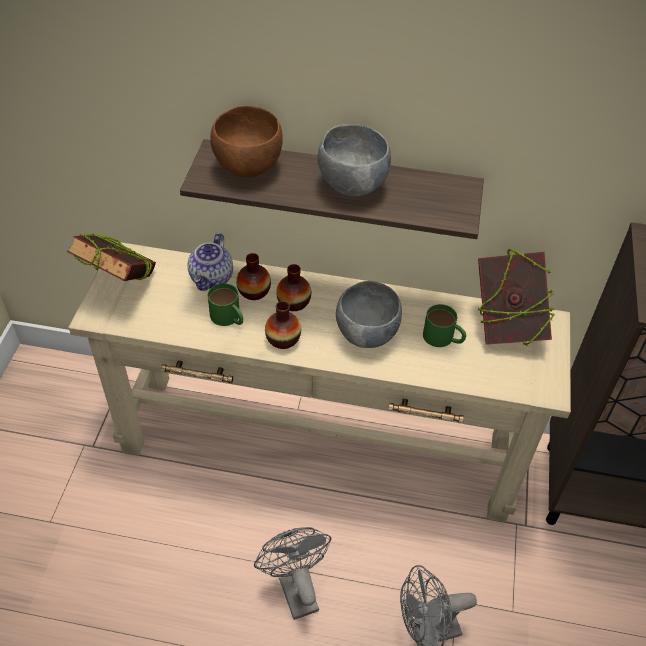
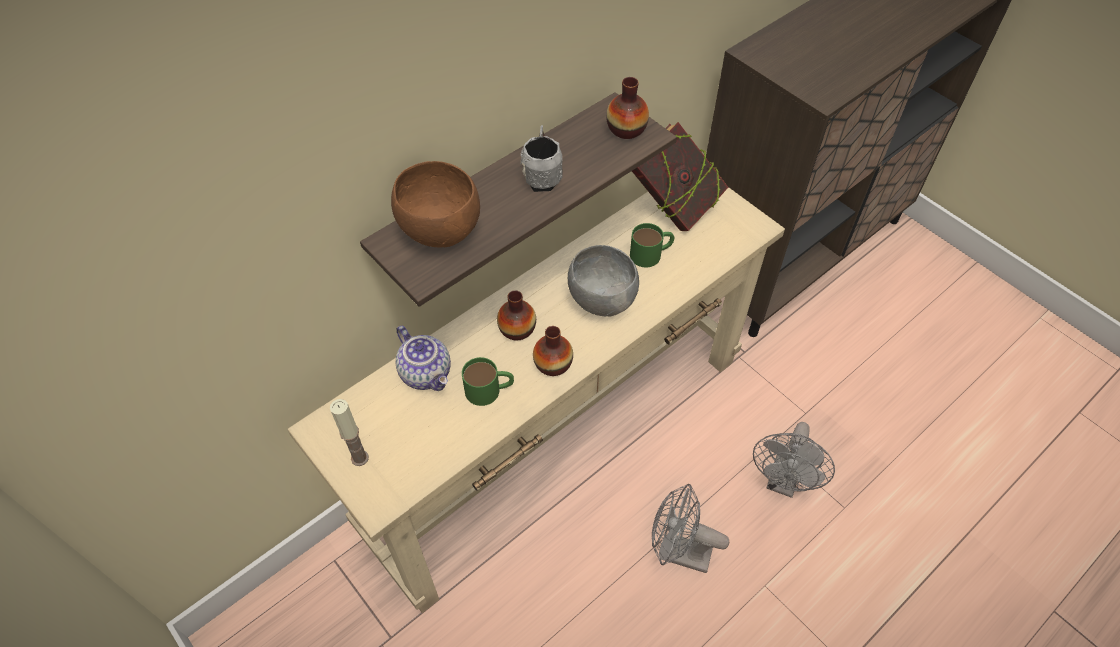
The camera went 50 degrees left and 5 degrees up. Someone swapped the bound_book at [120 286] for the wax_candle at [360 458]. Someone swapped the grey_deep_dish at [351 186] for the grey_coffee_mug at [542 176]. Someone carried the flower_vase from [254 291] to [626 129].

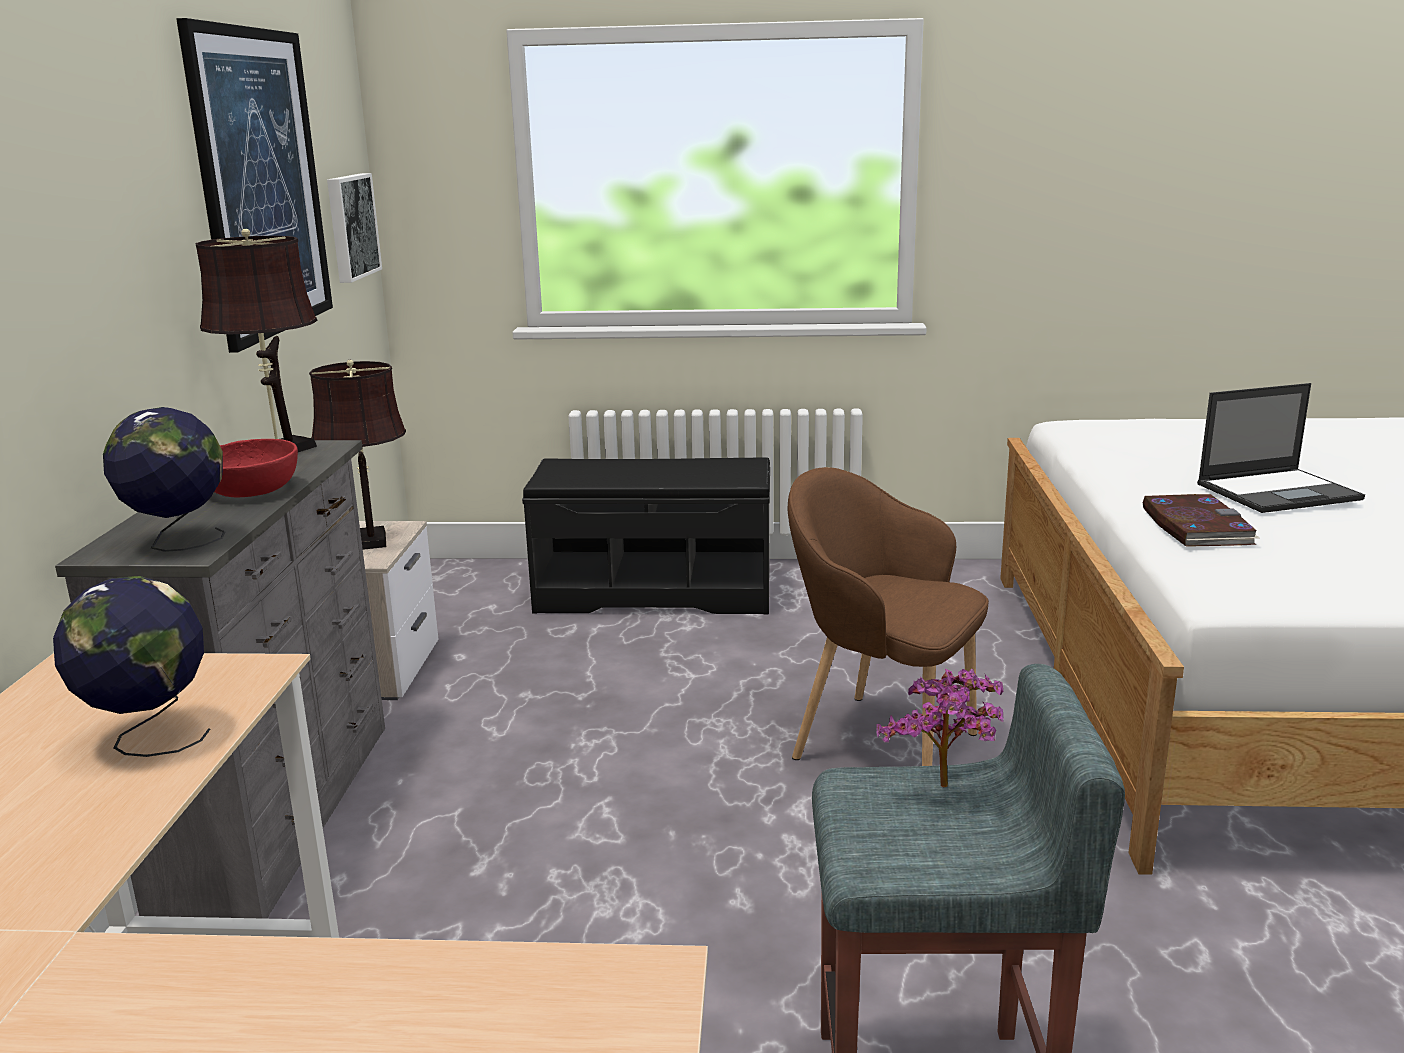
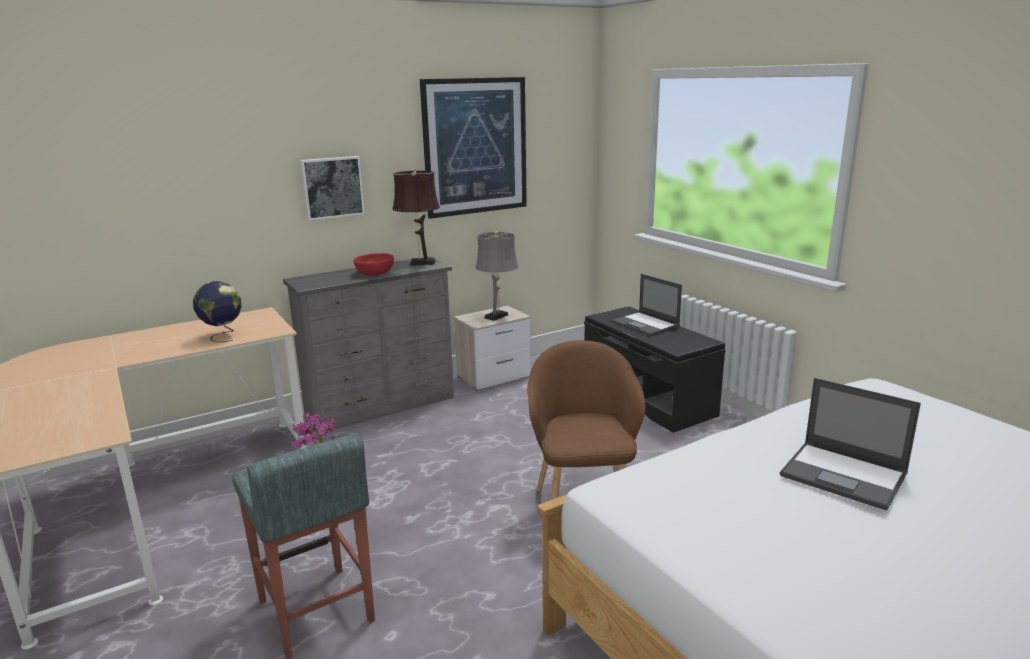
The camera went 55 degrees right and 0 degrees up. Someone carried the picture from [350 226] to [332 187]. Someone repainted the brown_table_lamp at [372 538], which became the grey_table_lamp at [498 316]. Someone put down the notebook_computer at [645 324]. Someone took away the desk_globe at [178 542]. Someone took away the bound_book at [1195 526].

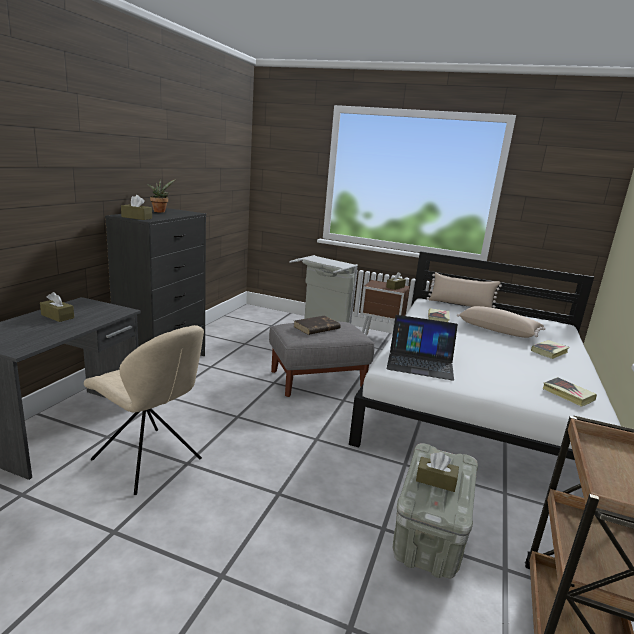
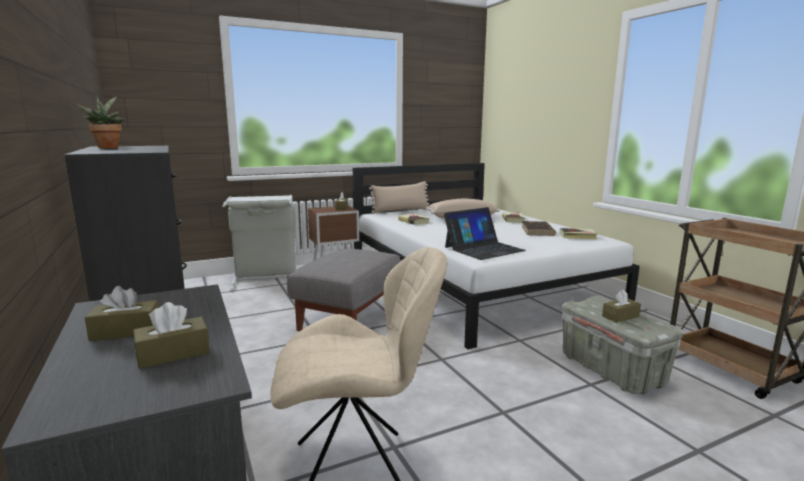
The camera went 45 degrees left and 5 degrees down. Someone carried the brown_box_of_tissues from [136 217] to [173 354]. Someone carried the brown_bound_book from [316 328] to [537 231].

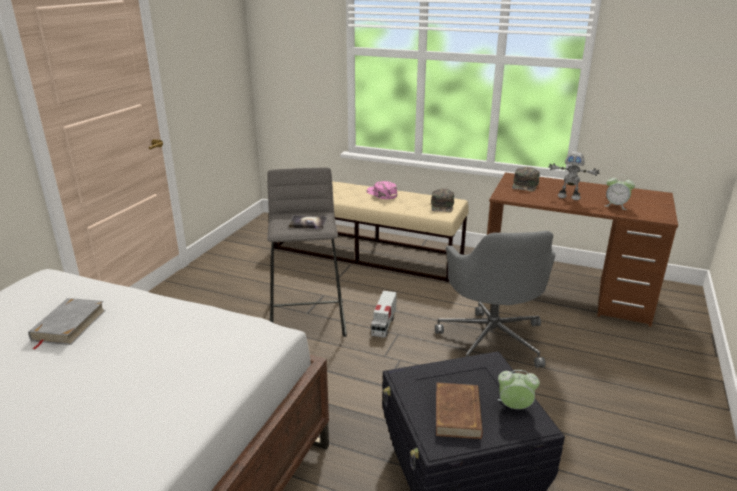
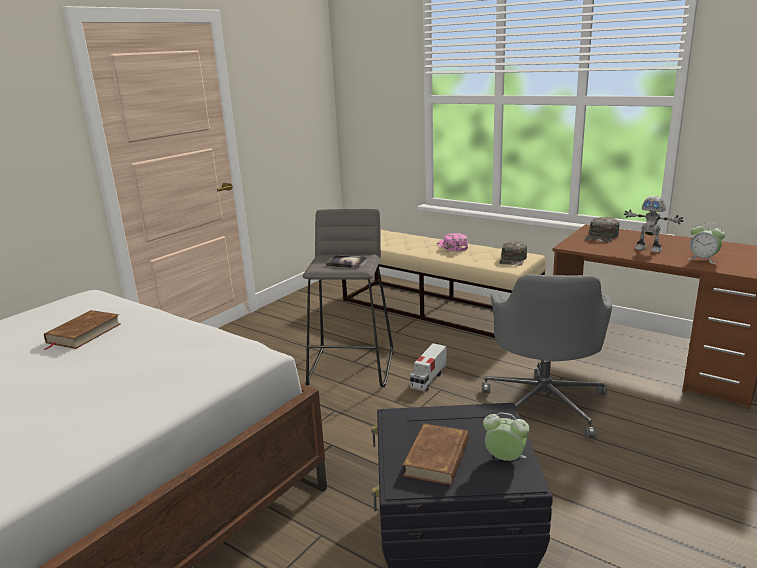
The camera went 15 degrees right and 5 degrees down. Someone repainted the grey_bound_book at [69 325], which became the brown_bound_book at [83 333].

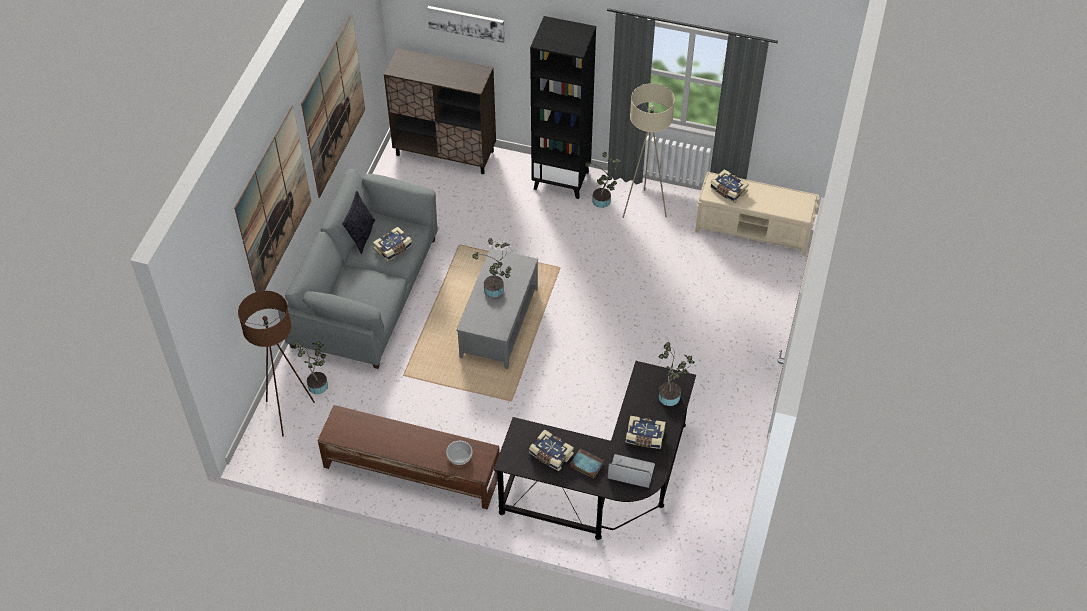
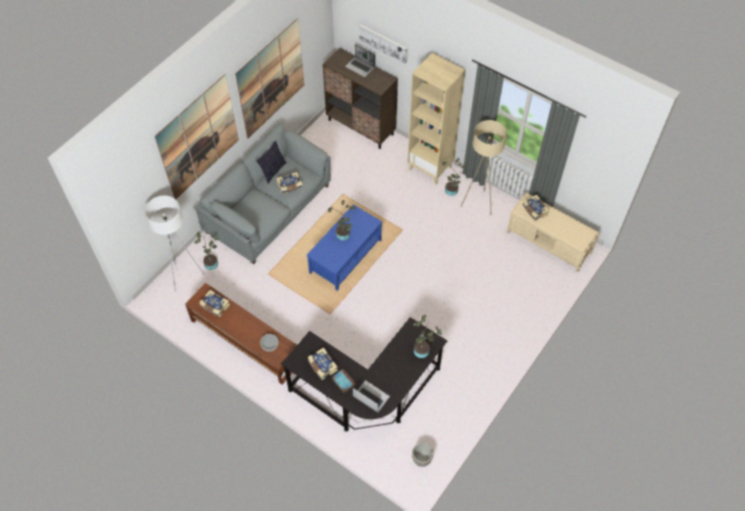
The camera went 20 degrees right and 5 degrees up. Someone repainted the brown_floor_lamp at [288 413], which became the whitish_floor_lamp at [185 276]. Someone carried the bound_book from [644 437] to [215 306]. Someone repainted the grey_coffee_table at [498 322], which became the blue-coloured_coffee_table at [345 256]. Someone put down the notebook_computer at [360 67]. Someone repainted the black-coloured_bookshelf at [562 180], which became the beige-coloured_bookshelf at [430 168]. Someone put down the plant_pot at [421 459].

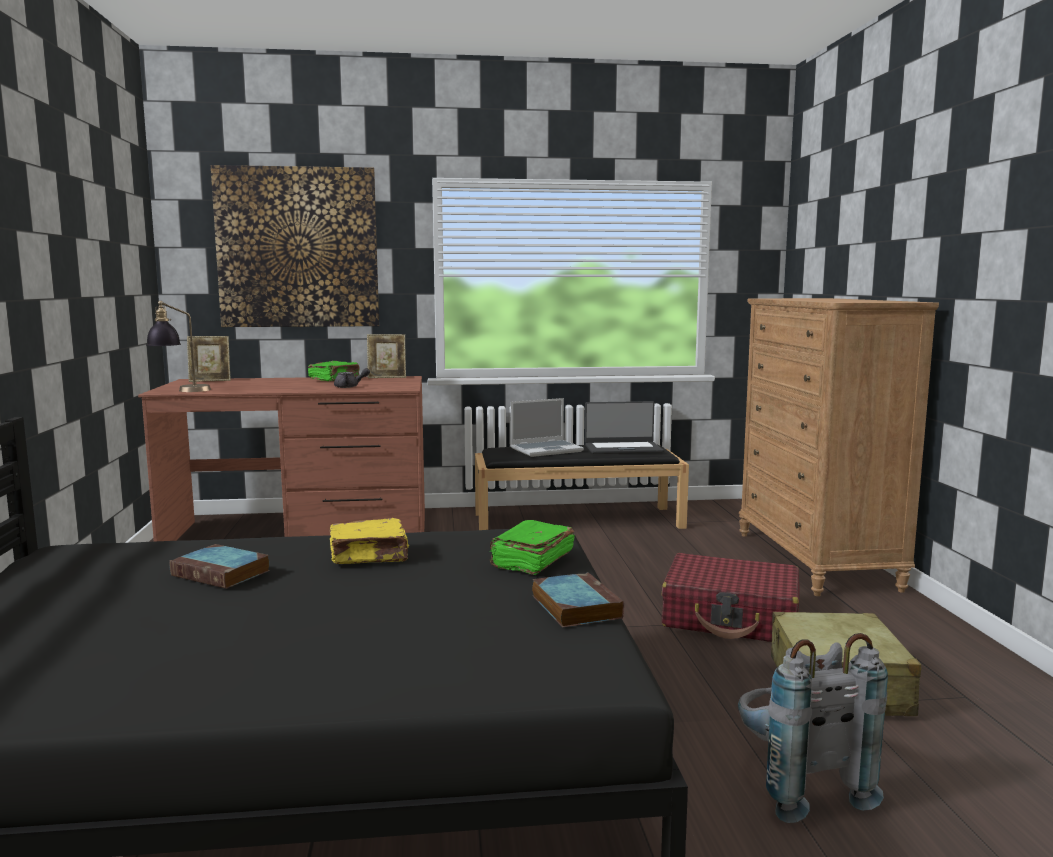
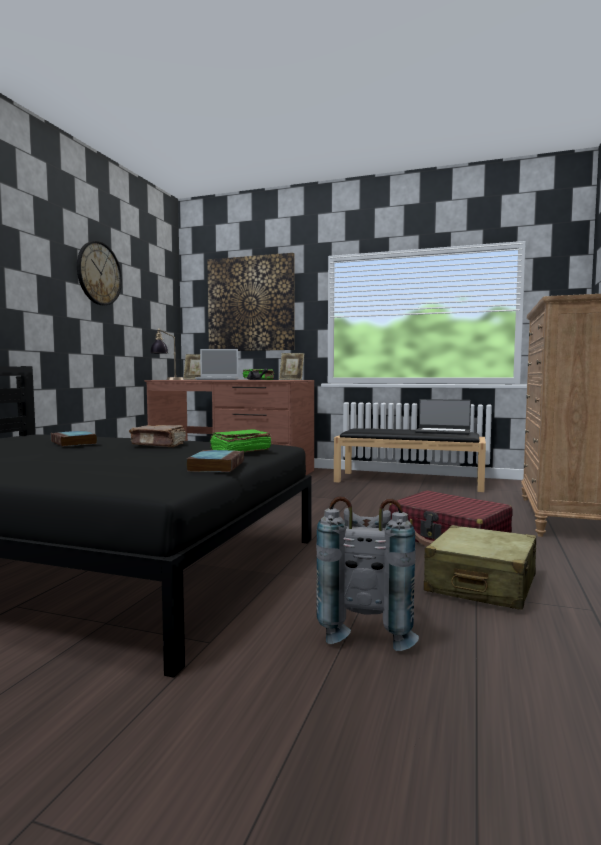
The camera went 25 degrees right and 5 degrees down. Someone put up the hanging_clock at [99 273]. Someone repainted the yellowish_bound_book at [370 557], which became the brown_bound_book at [159 445]. Someone carried the notebook_computer from [547 450] to [218 379].

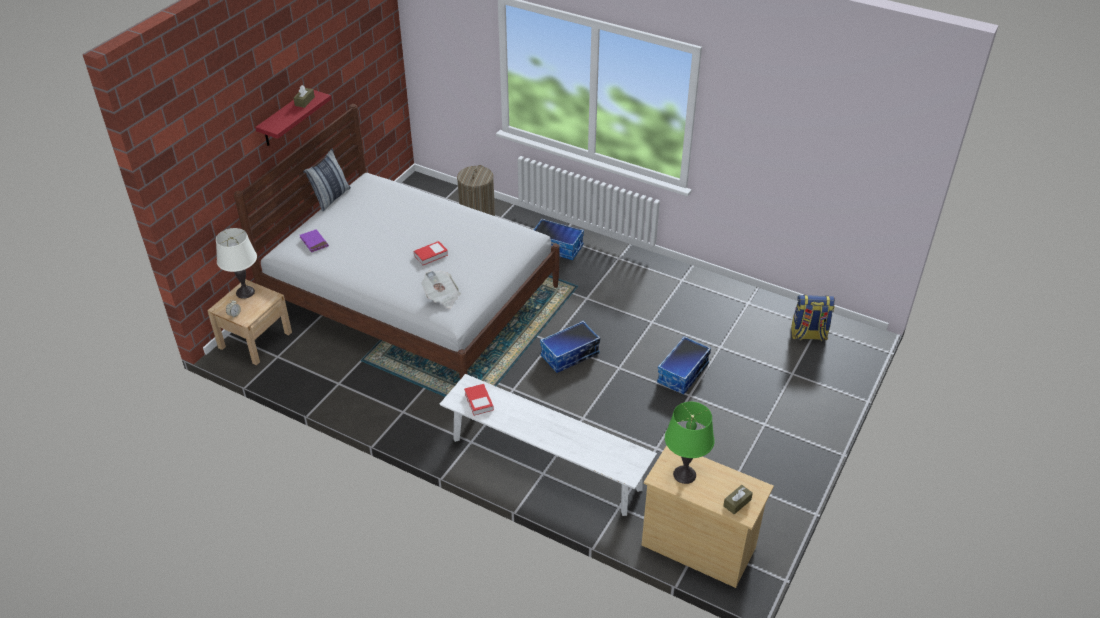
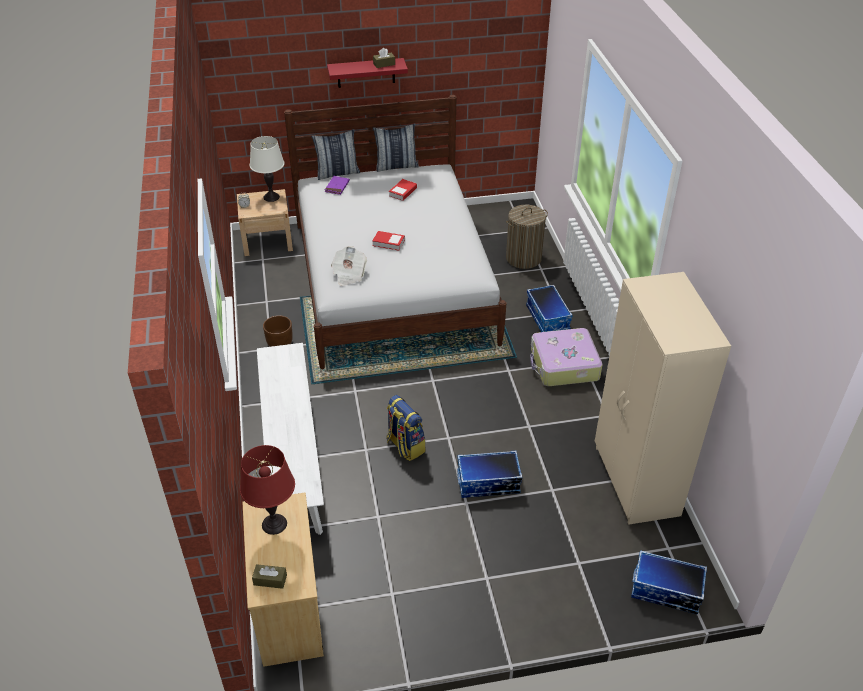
The camera went 50 degrees right and 0 degrees up. Someone repainted the green-coloured_table_lamp at [684 474], which became the red_table_lamp at [274 524]. Someone put down the brown_plant_pot at [279 343]. Someone put down the cushion at [337 173]. Someone carried the backpack from [808 335] to [405 446]. Someone carried the bound_book from [479 401] to [403 192]. Someone put down the piece_of_luggage at [563 365]. Someone put down the beige-coloured_armoire at [635 482]. Someone carried the storage_box from [570 355] to [665 591].

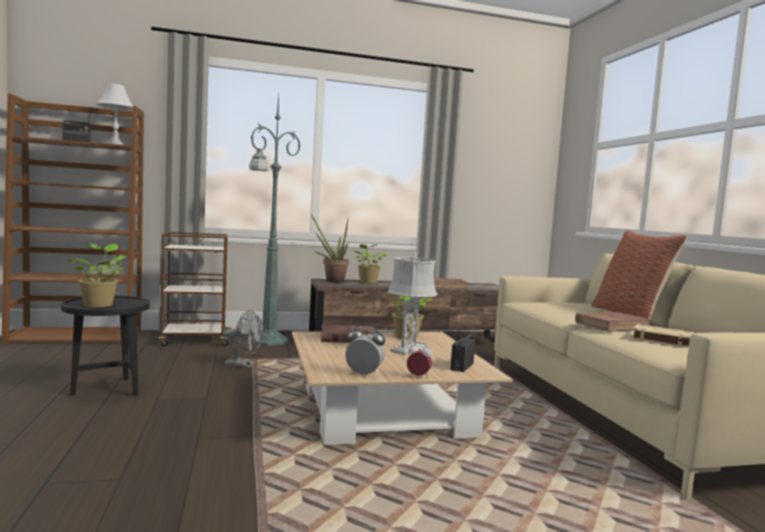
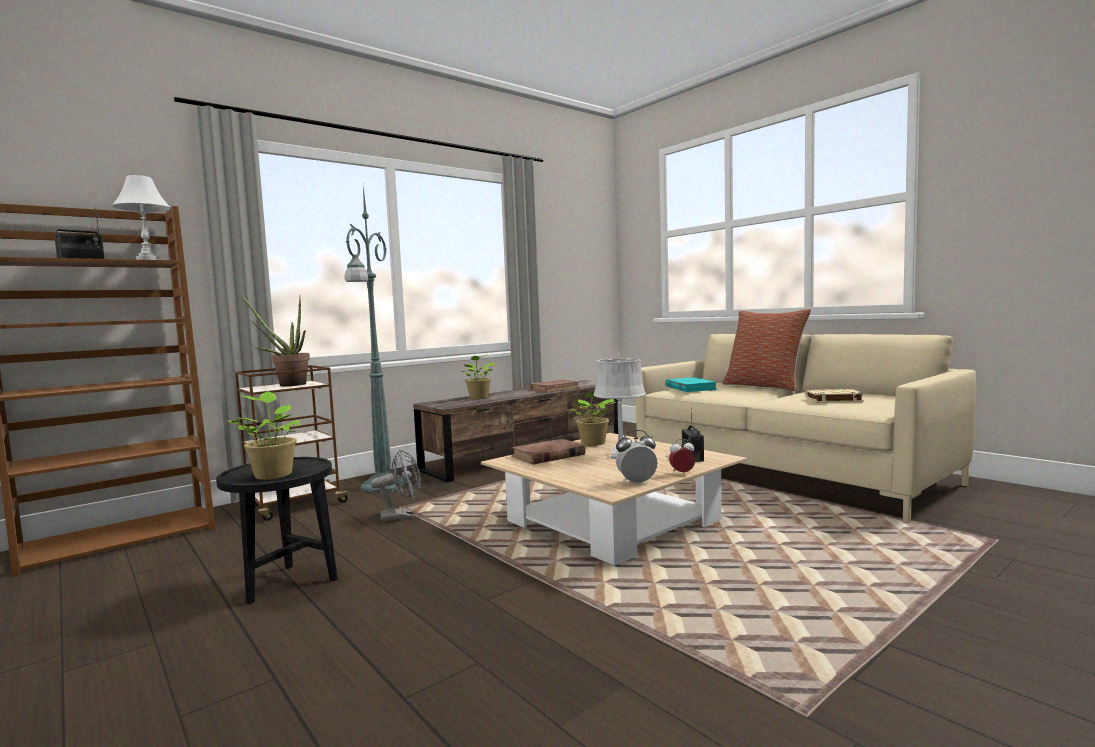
The camera went 25 degrees left and 0 degrees up. Someone carried the plant_in_a_pot from [331 281] to [287 385]. Someone put down the turquoise-coloured_bound_book at [690 388]. Someone took away the brown_bound_book at [612 325].

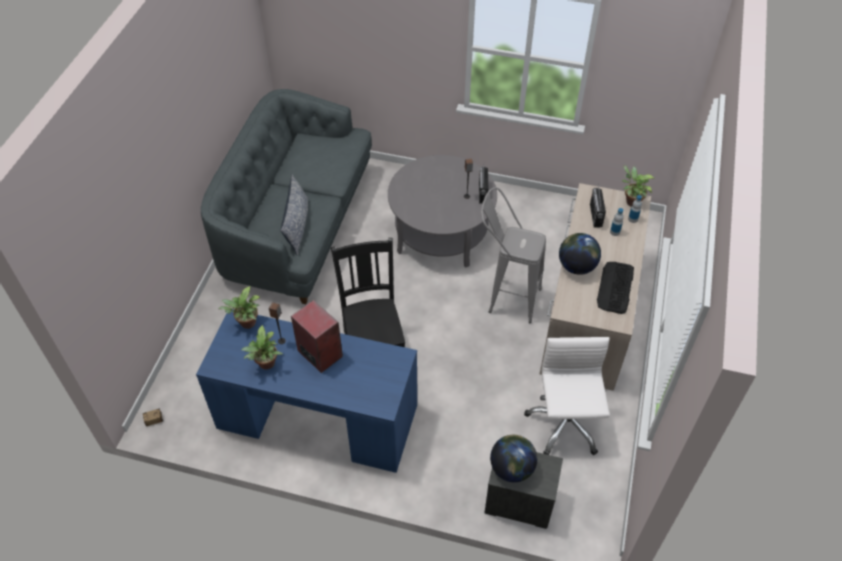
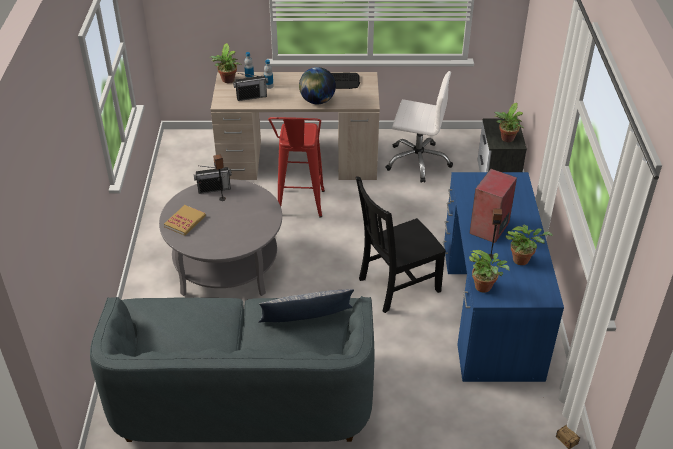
The camera went 105 degrees left and 10 degrees down. Someone put down the bound_book at [185 221]. Someone repainted the grey_stool at [506 298], which became the red_stool at [300 209]. Someone rotated the whitish_desk_chair at [565 424] by 150 degrees counterclockwise. Someone swapped the desk_globe at [512 468] for the plant_in_a_pot at [506 139].

